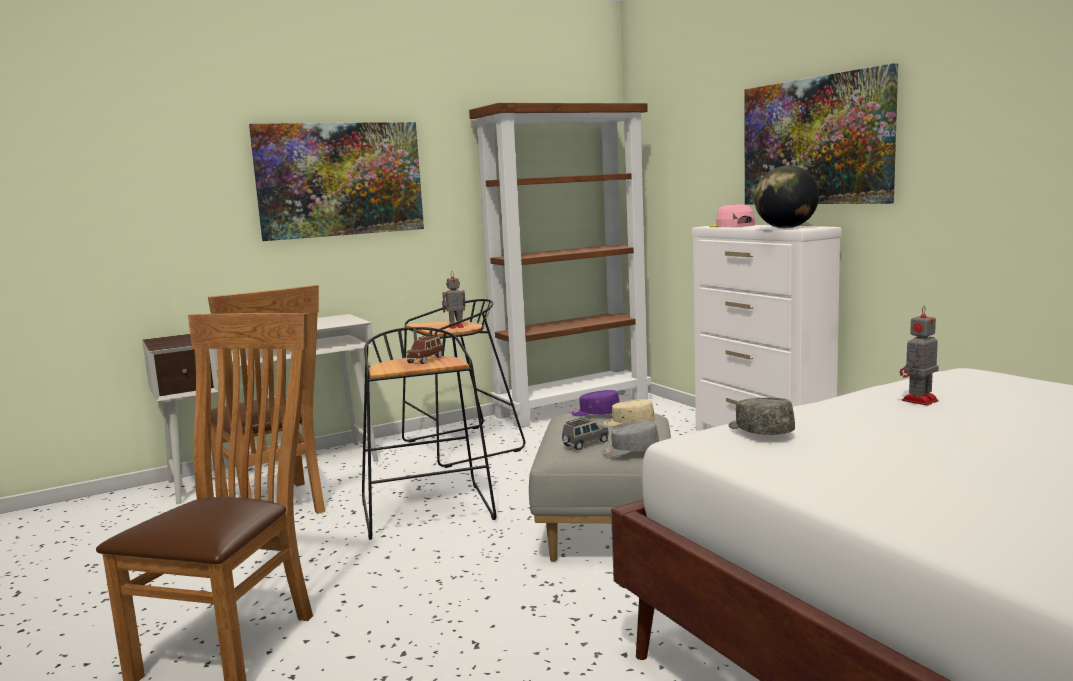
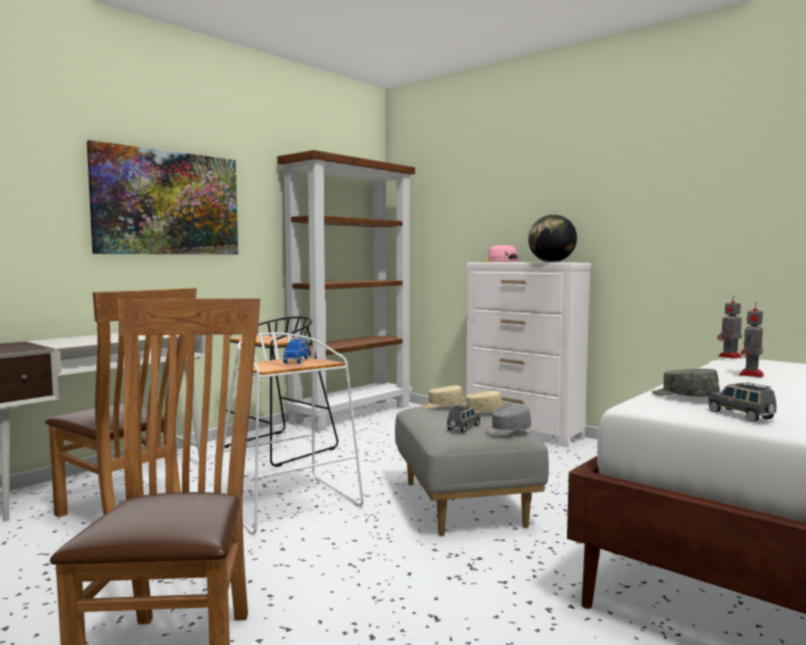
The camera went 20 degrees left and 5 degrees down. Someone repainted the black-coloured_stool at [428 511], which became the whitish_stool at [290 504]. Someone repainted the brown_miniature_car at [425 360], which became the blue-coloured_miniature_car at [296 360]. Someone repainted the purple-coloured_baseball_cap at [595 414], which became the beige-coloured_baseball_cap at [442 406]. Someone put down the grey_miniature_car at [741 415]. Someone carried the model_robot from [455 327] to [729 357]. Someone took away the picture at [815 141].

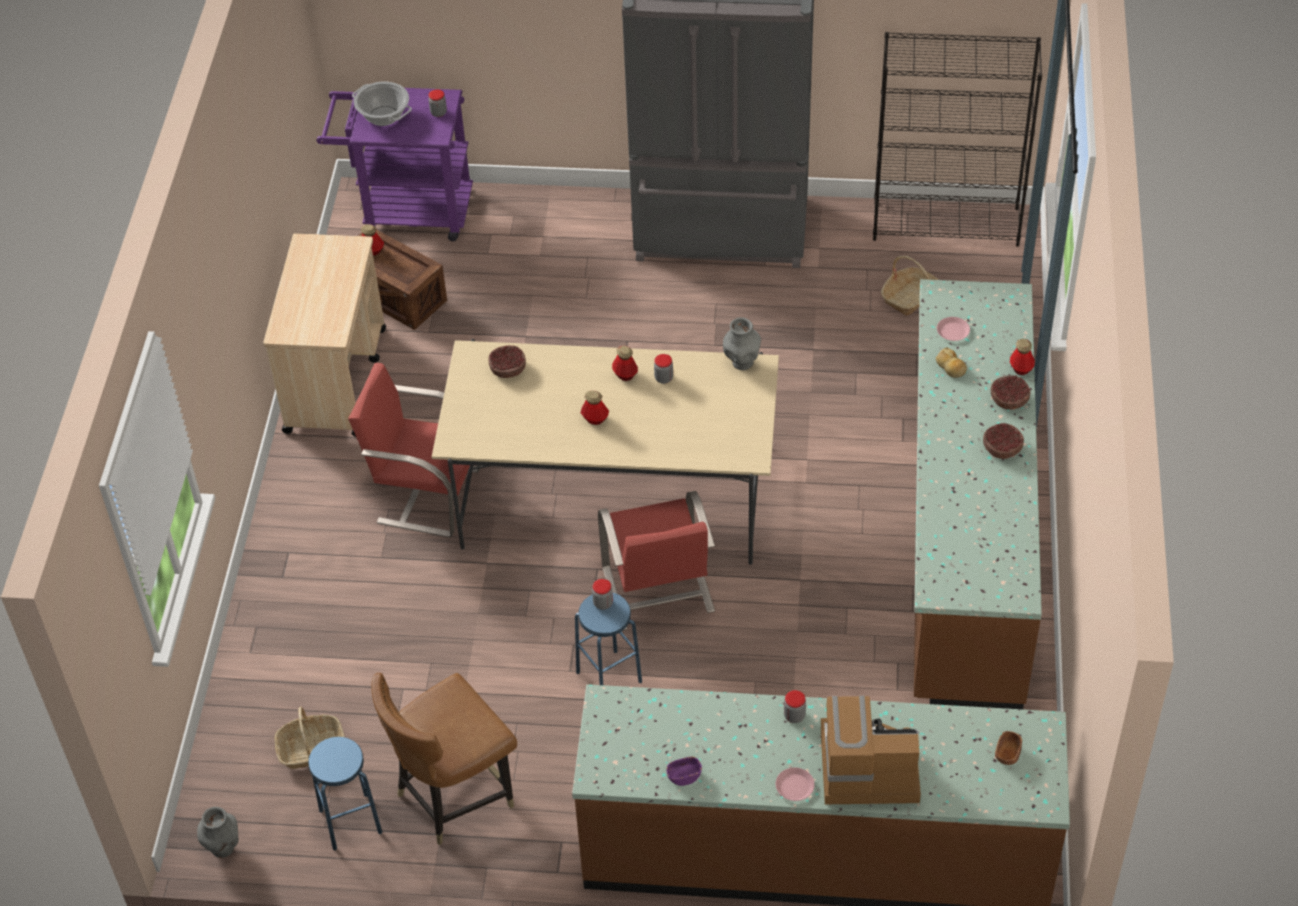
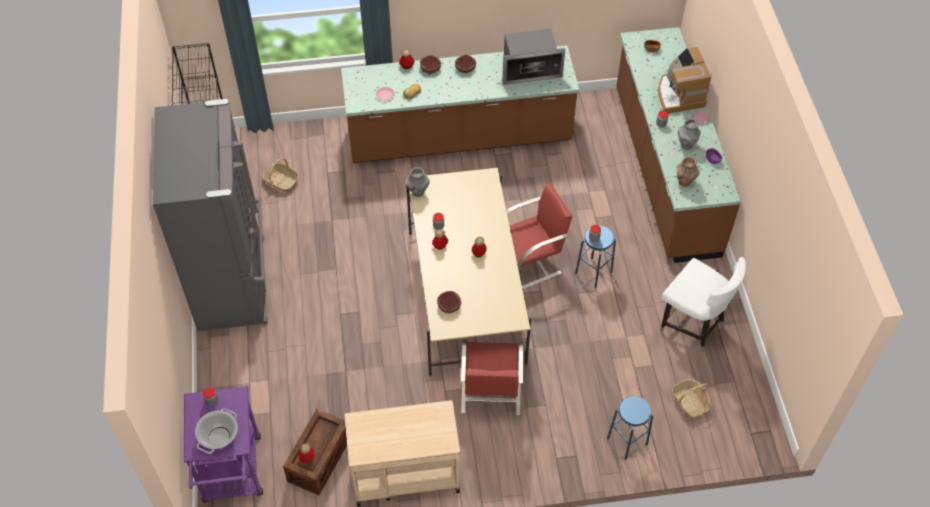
The camera went 105 degrees left and 5 degrees up. Someone put down the microwave at [529 69]. Someone carried the blue-coloured_stool from [350 821] to [627 441]. Someone repainted the brown_chair at [453 796], which became the whitish_chair at [692 325]. Someone put down the brown_flower_vase at [684 182]. Someone carried the grey_flower_vase from [223 848] to [686 145].

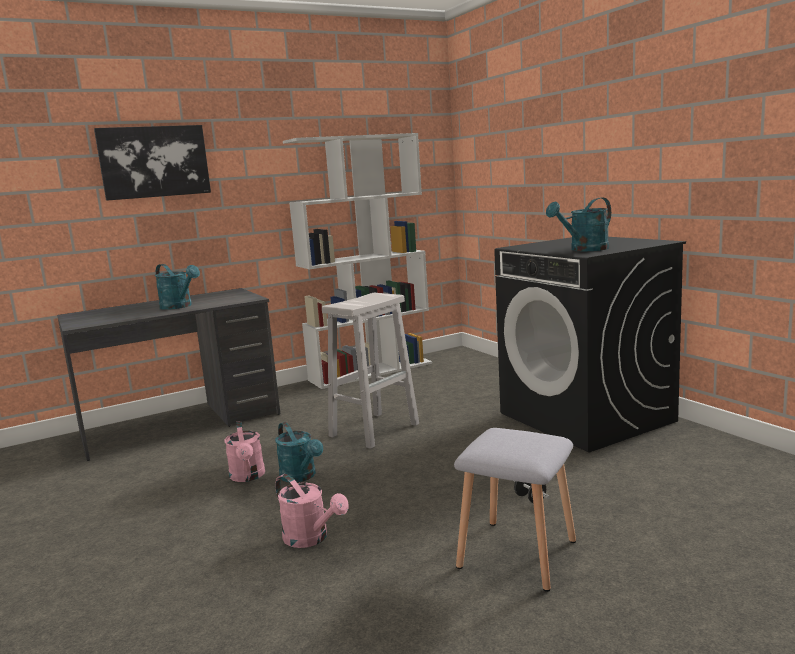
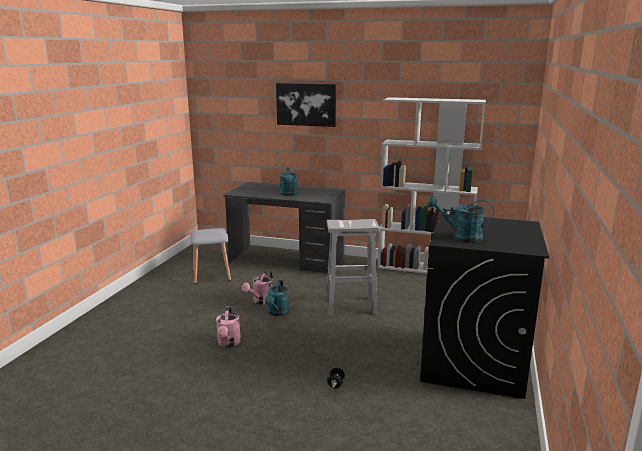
The camera went 45 degrees right and 5 degrees up. Someone carried the grey_stool from [517 552] to [212 275].

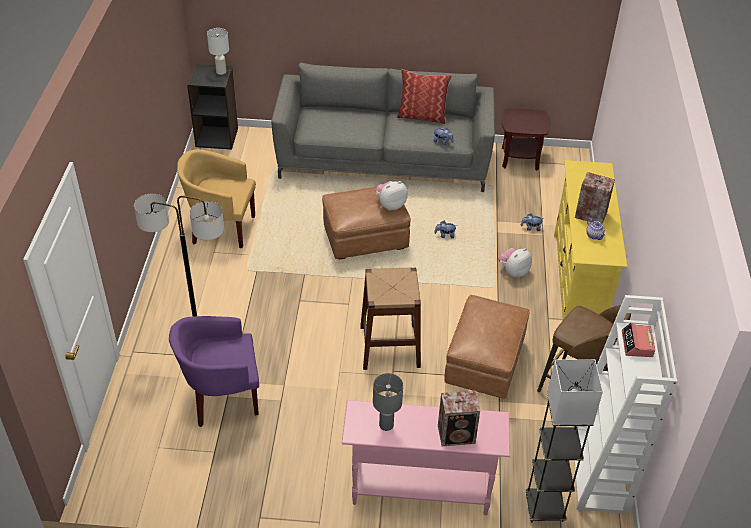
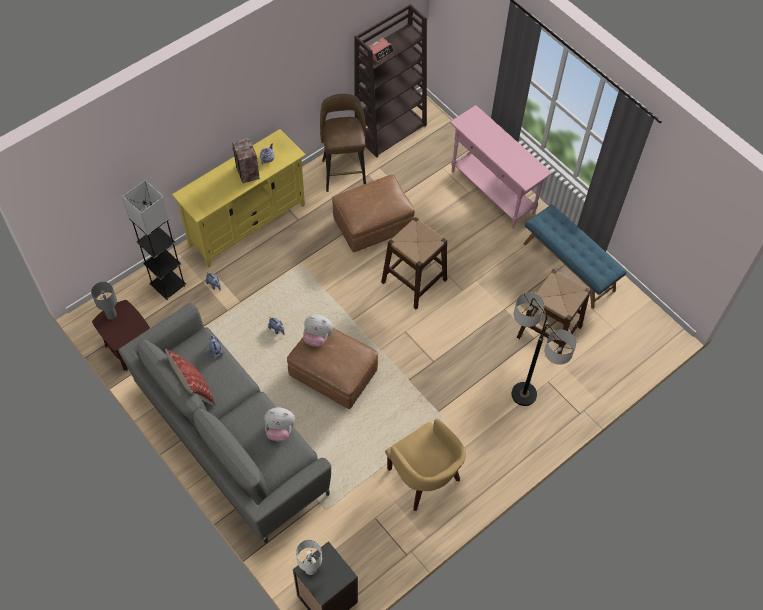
The camera went 135 degrees left and 15 degrees up. Someone carried the grey_table_lamp from [386 425] to [111 314]. Someone carried the grey_floor_lamp from [544 507] to [168 286]. Someone carried the plush_toy from [513 271] to [280 430]. Someone repainted the whitish_bookshelf at [599 470], which became the brown_bookshelf at [390 130]. Someone swapped the purple-coloured_armchair at [221 397] for the brown_stool at [549 332]. Someone put down the blue-coloured_long_seat at [569 266]. Someone took away the speaker at [457 435].

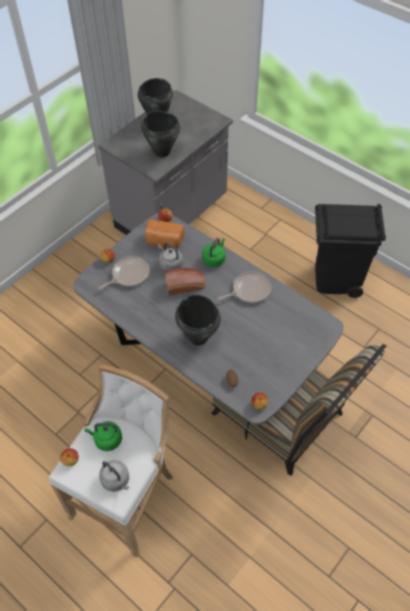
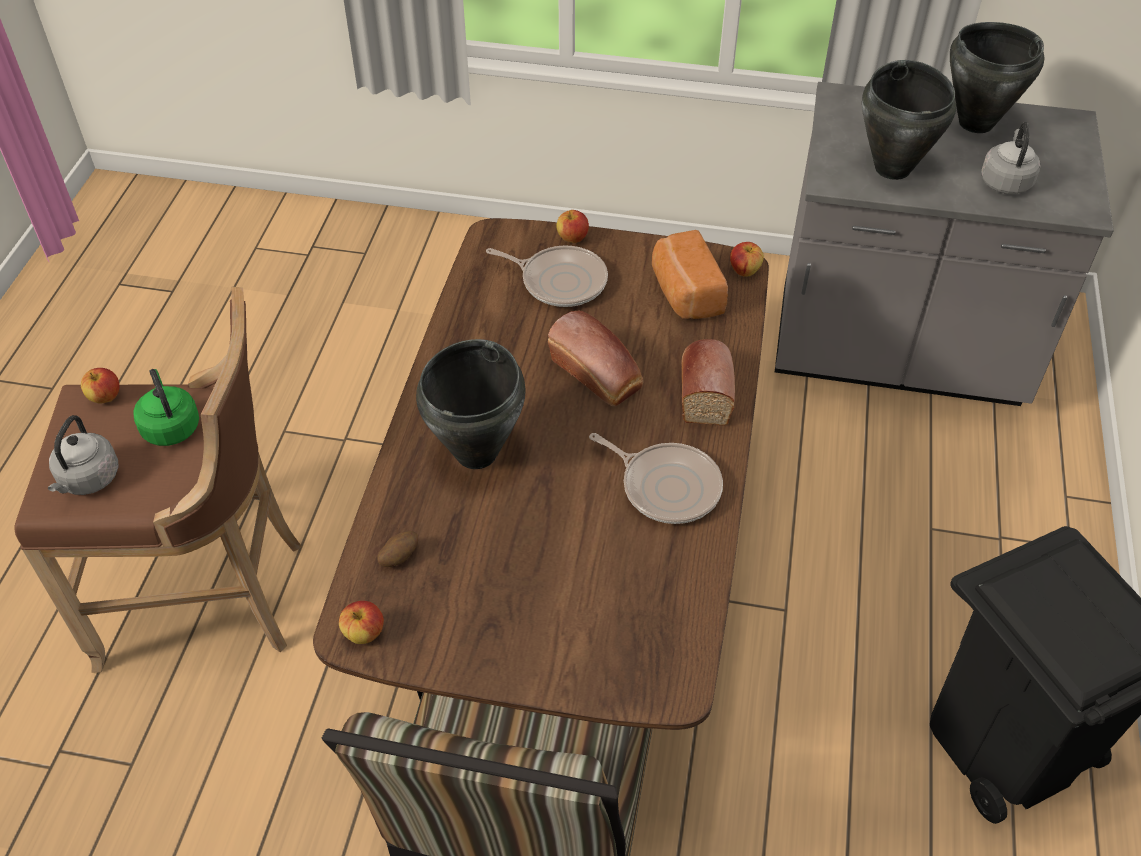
The camera went 60 degrees right and 5 degrees down. Someone repainted the whitish_stool at [127 496], which became the brown_stool at [210 597]. Someone repainted the grey_kitchen_table at [205 365], which became the brown_kitchen_table at [569 585]. Someone swapped the green-coloured_kettle at [214 259] for the bread at [705 390]. Someone carried the grey_kettle from [170 264] to [1005 181].

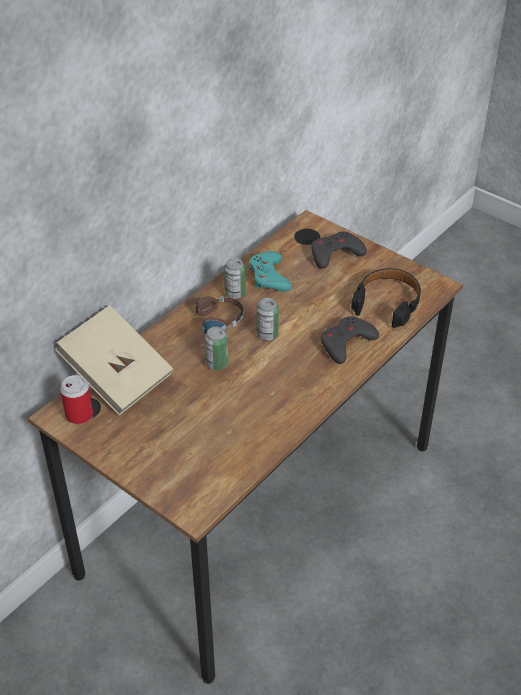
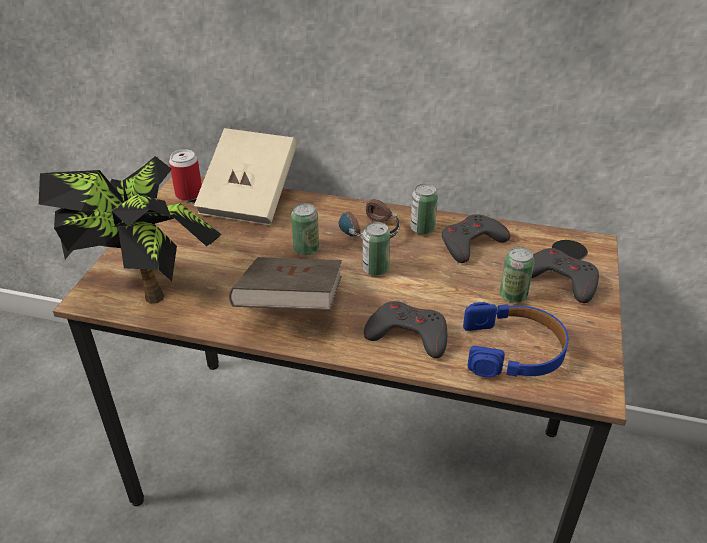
The camera went 65 degrees right and 5 degrees down. Someone put down the plant_in_a_pot at [146 286]. Someone put down the brown_bound_book at [291 306]. Someone repainted the turquoise-coloured_joypad at [269 276], which became the grey_joypad at [471 243]. Someone repainted the black-coloured_pair_of_headphones at [387 302], which became the blue-coloured_pair_of_headphones at [513 350]. Someone put down the can at [513 295].

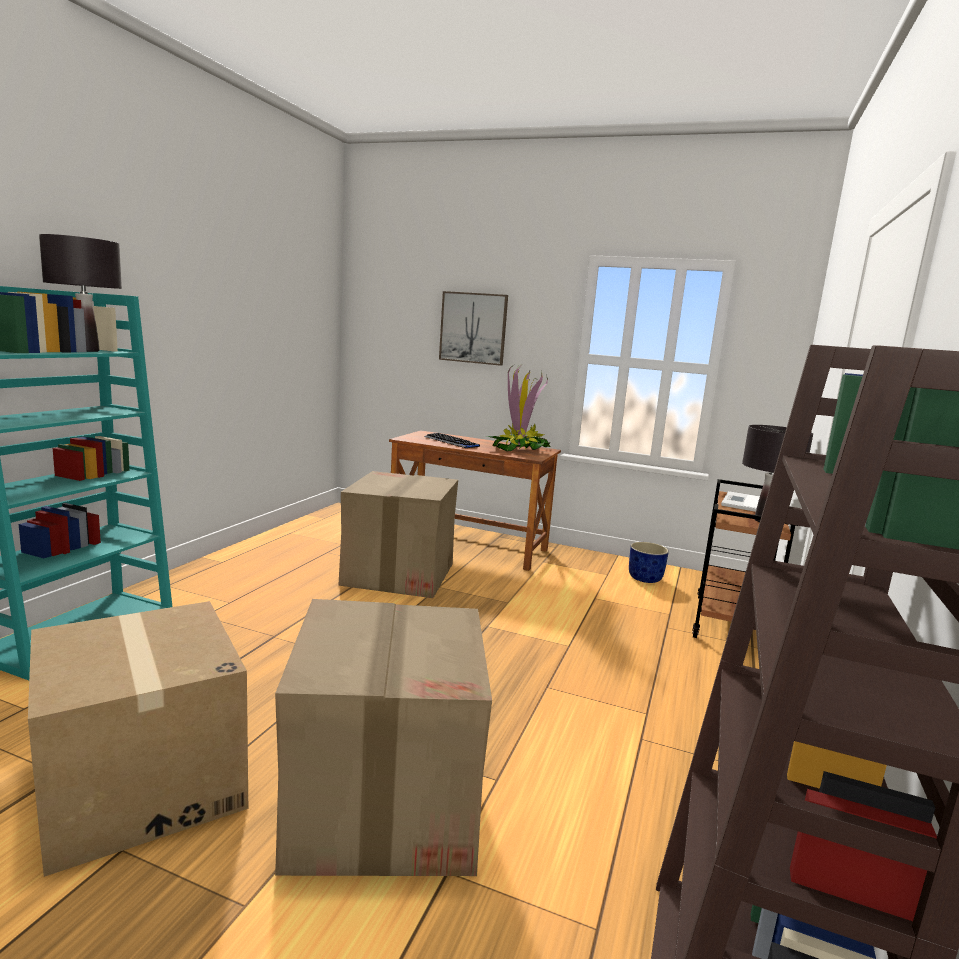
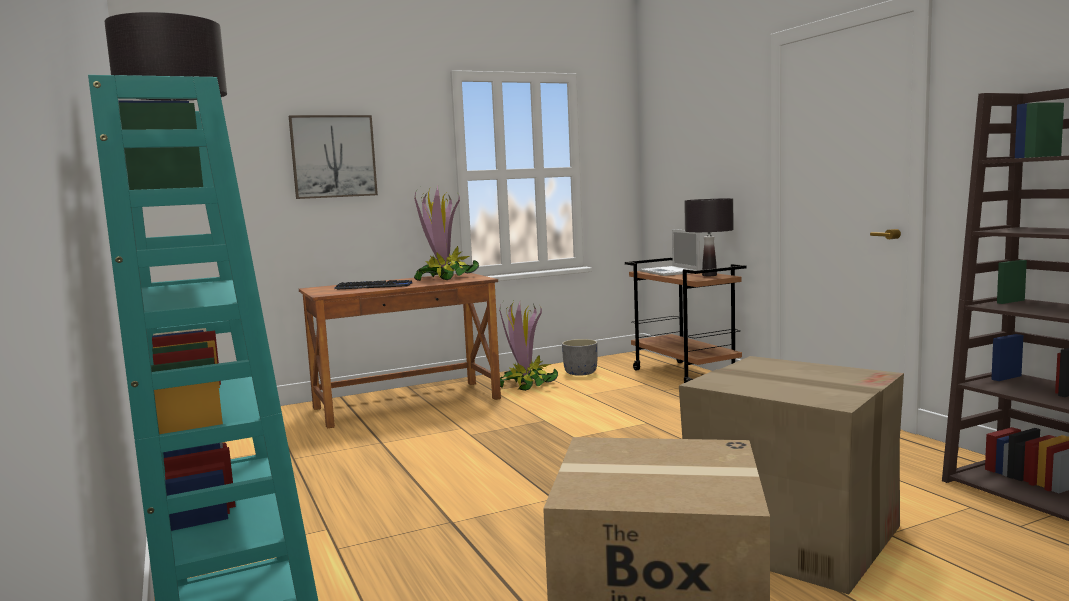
The camera went 45 degrees left and 5 degrees down. Someone put down the plant_in_a_pot at [526 384]. Someone repainted the blue-coloured_plant_pot at [645 578], which became the grey_plant_pot at [580 372]. Someone took away the carton at [398 574].

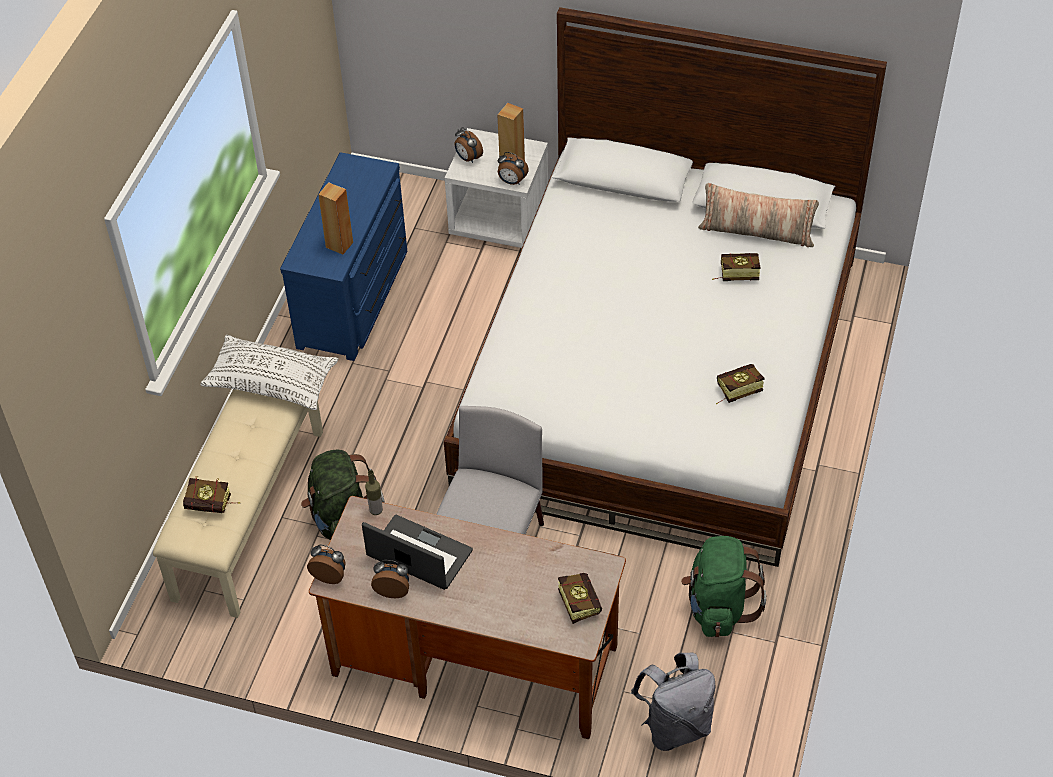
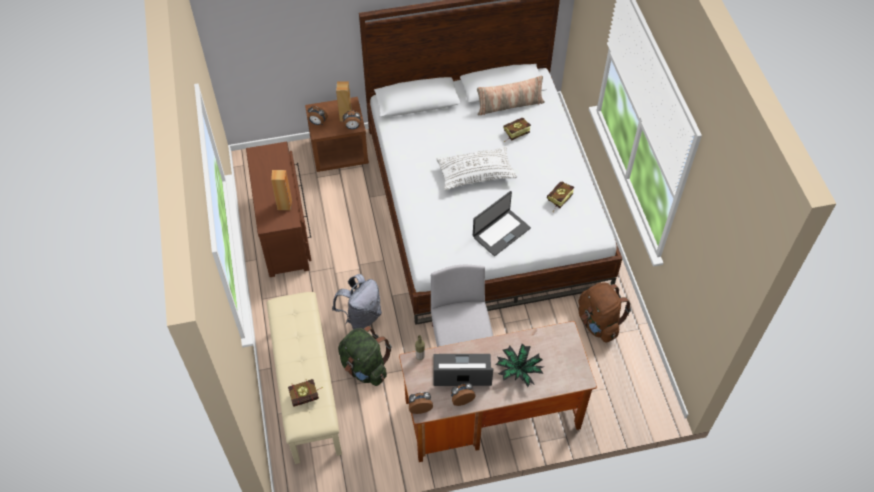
The camera went 30 degrees left and 5 degrees up. Someone repainted the blue-coloured_dresser at [356 296], which became the brown_dresser at [285 231]. Someone repainted the whitish_bedside_table at [500 220], which became the brown_bedside_table at [339 152]. Someone carried the grey_backpack from [675 726] to [361 317]. Someone carried the whitish_cushion from [272 382] to [476 174]. Someone put down the notebook_computer at [501 232]. Someone put down the plant_in_a_pot at [518 371]. Someone repainted the green-coloured_backpack at [718 606], which became the brown_backpack at [598 323]. Someone took away the bound_book at [577 600].

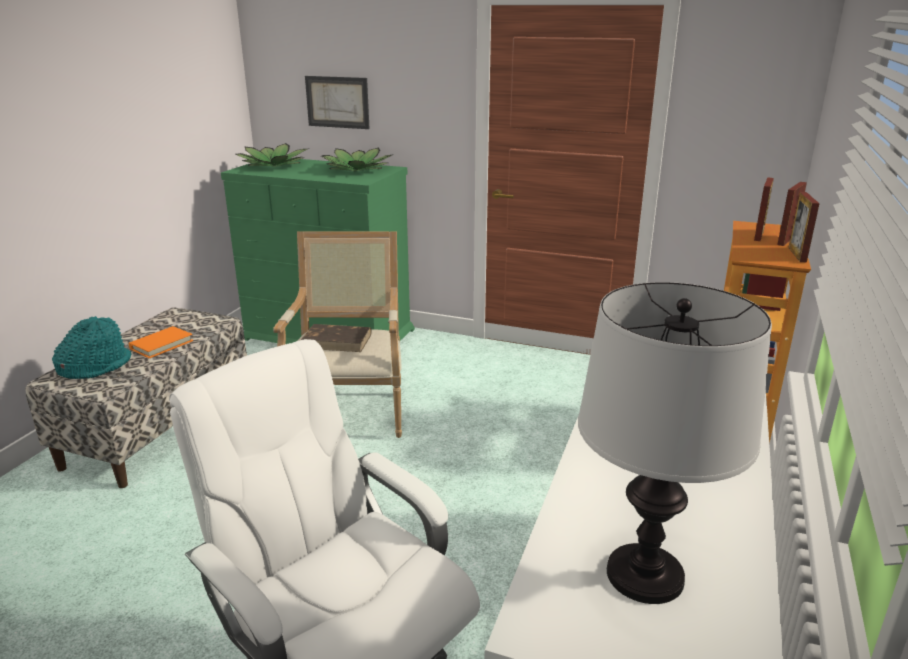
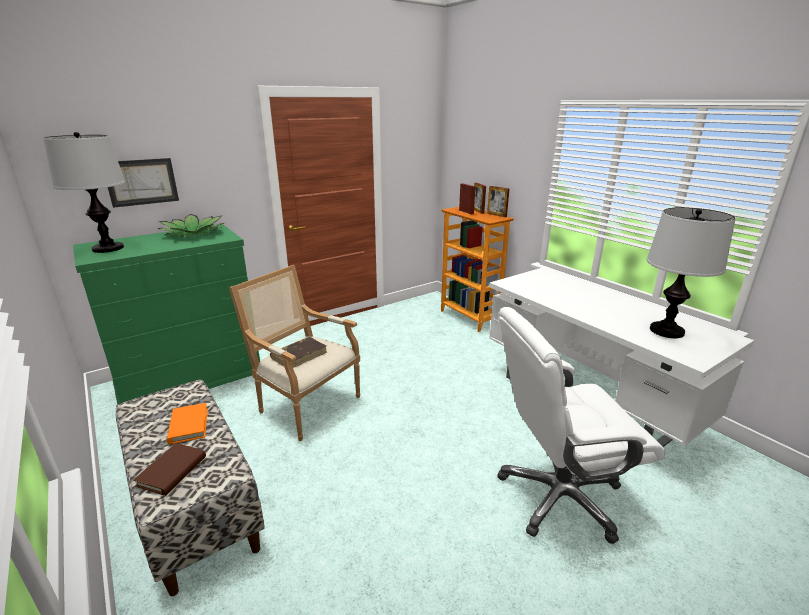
The camera went 55 degrees left and 0 degrees up. Someone swapped the plant_in_a_pot at [274 165] for the table_lamp at [108 248]. Someone swapped the turquoise-coloured_hat at [95 366] for the brown_bound_book at [172 471].

